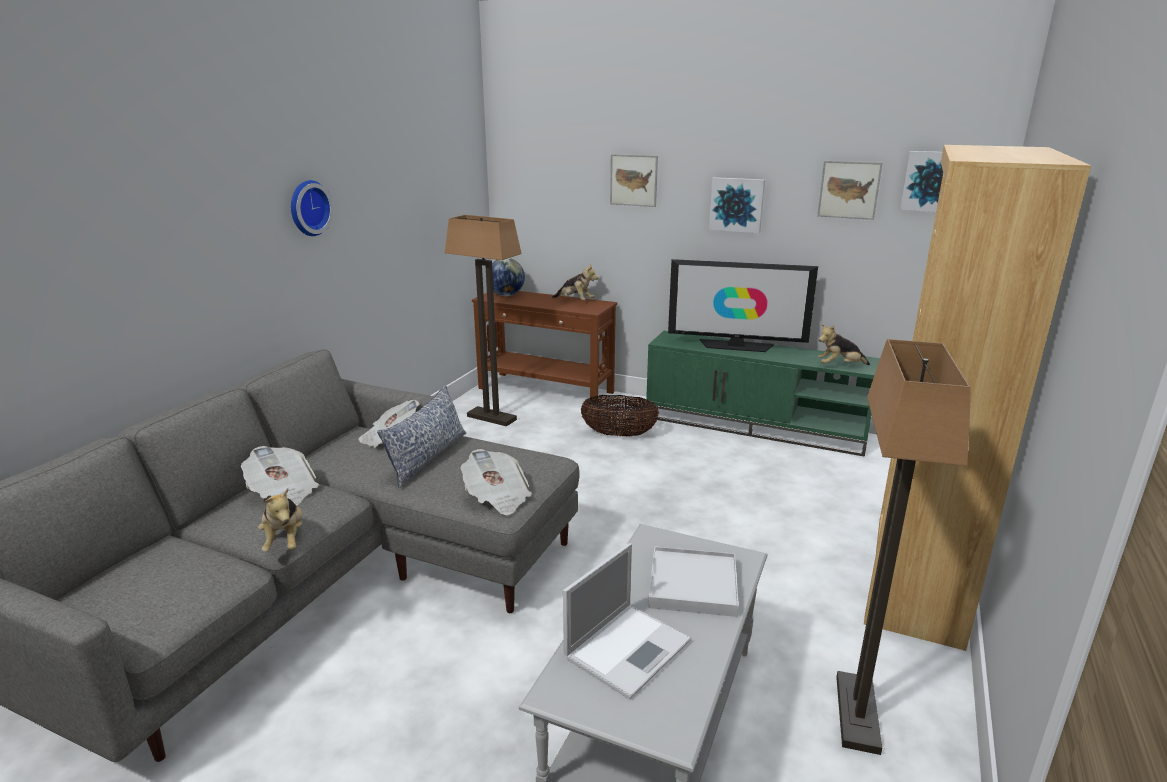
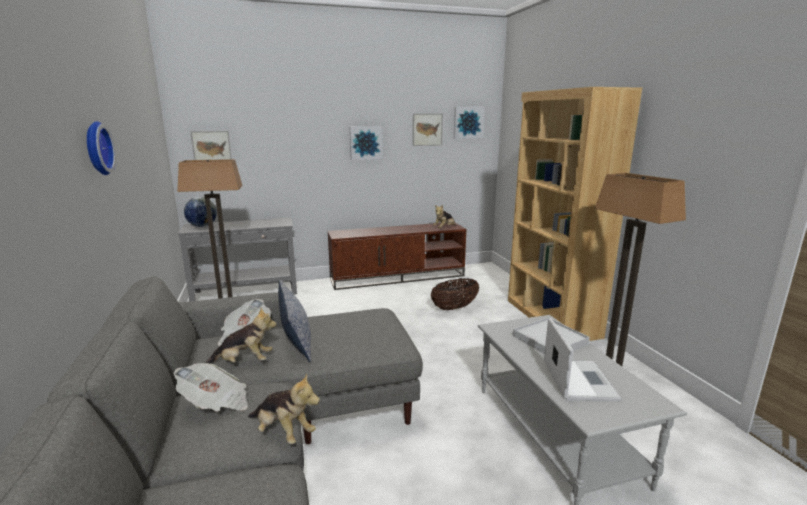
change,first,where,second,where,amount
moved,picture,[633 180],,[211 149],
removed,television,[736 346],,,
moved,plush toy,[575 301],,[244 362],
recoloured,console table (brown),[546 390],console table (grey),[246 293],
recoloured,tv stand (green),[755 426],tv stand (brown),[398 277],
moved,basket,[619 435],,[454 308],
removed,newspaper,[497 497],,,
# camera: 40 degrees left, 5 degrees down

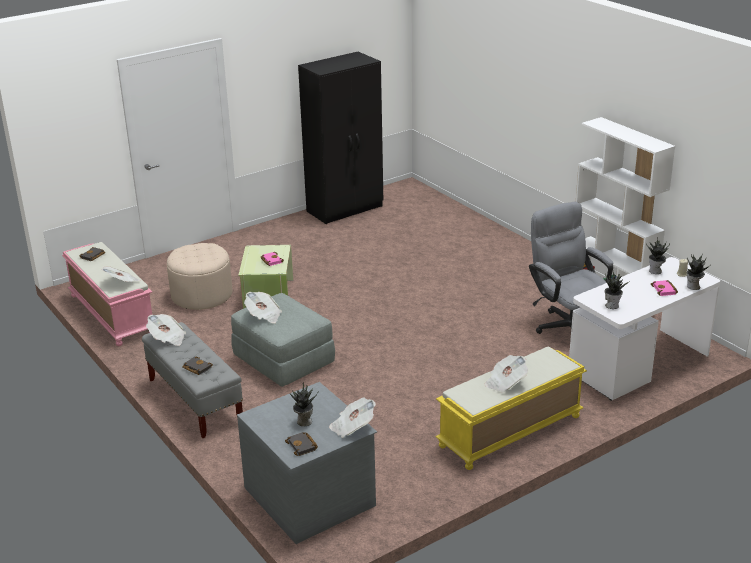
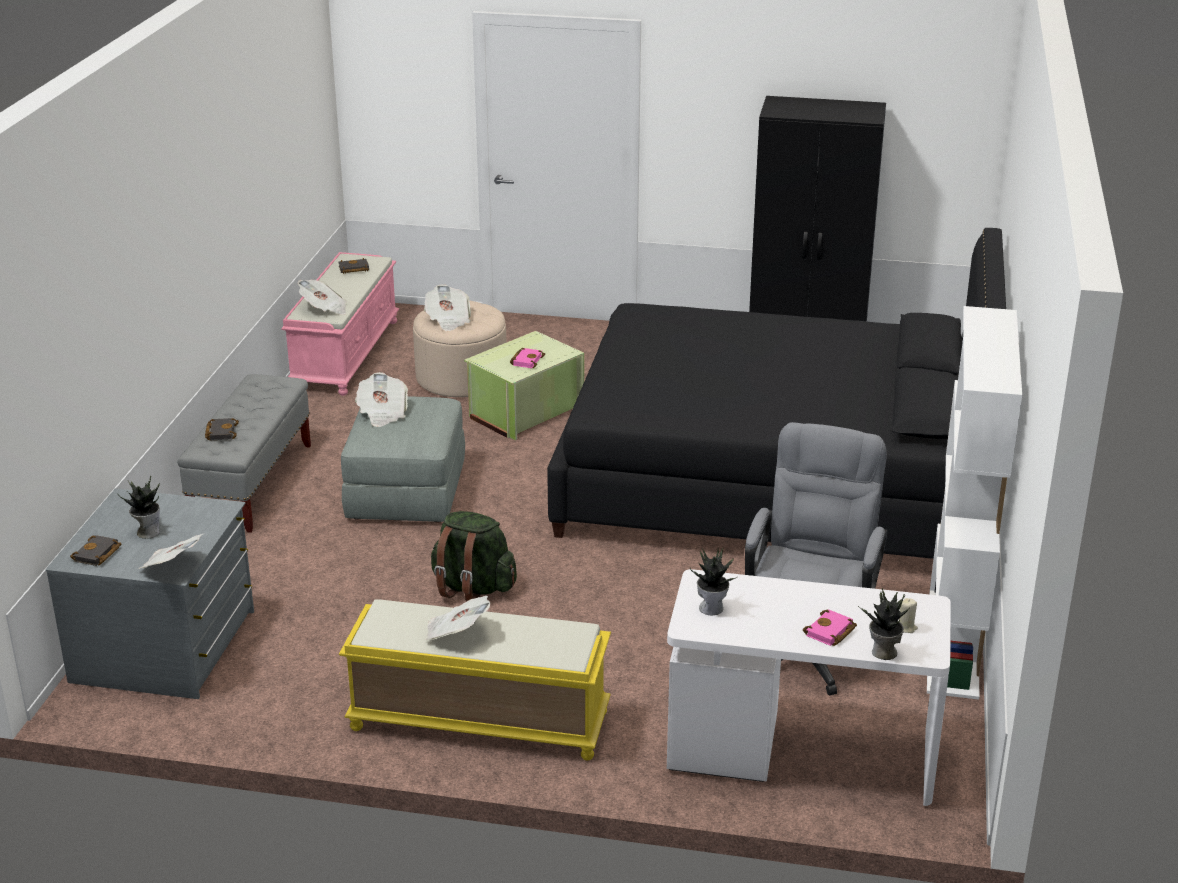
change,first,where,second,where,amount
removed,potted plant,[655 271],,,
moved,newspaper,[167 338],,[448 320],
added,,,bed (black),[773 483],
added,,,backpack (green),[472 588],
# camera: 45 degrees right, 0 degrees up

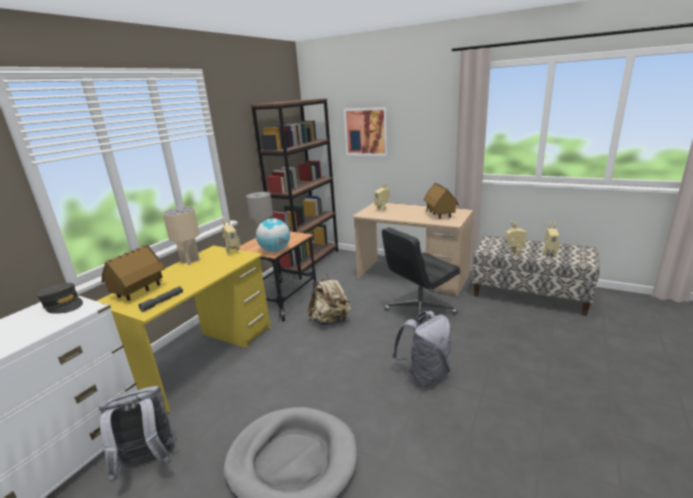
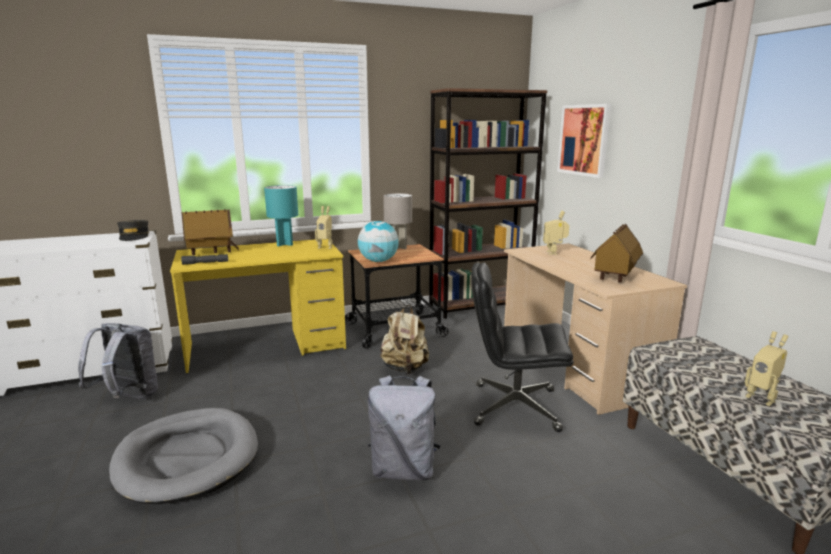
change,first,where,second,where,amount
recoloured,table lamp (beige),[190 261],table lamp (turquoise),[284 244],
removed,toy robot,[513 253],,,
# camera: 40 degrees right, 5 degrees down

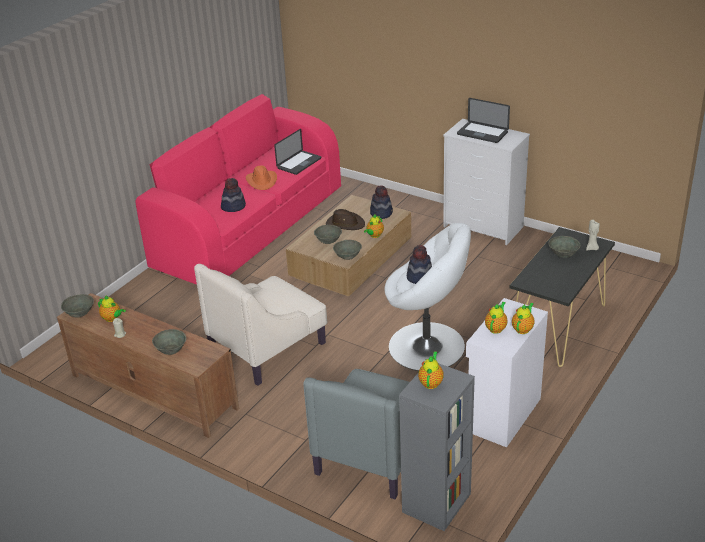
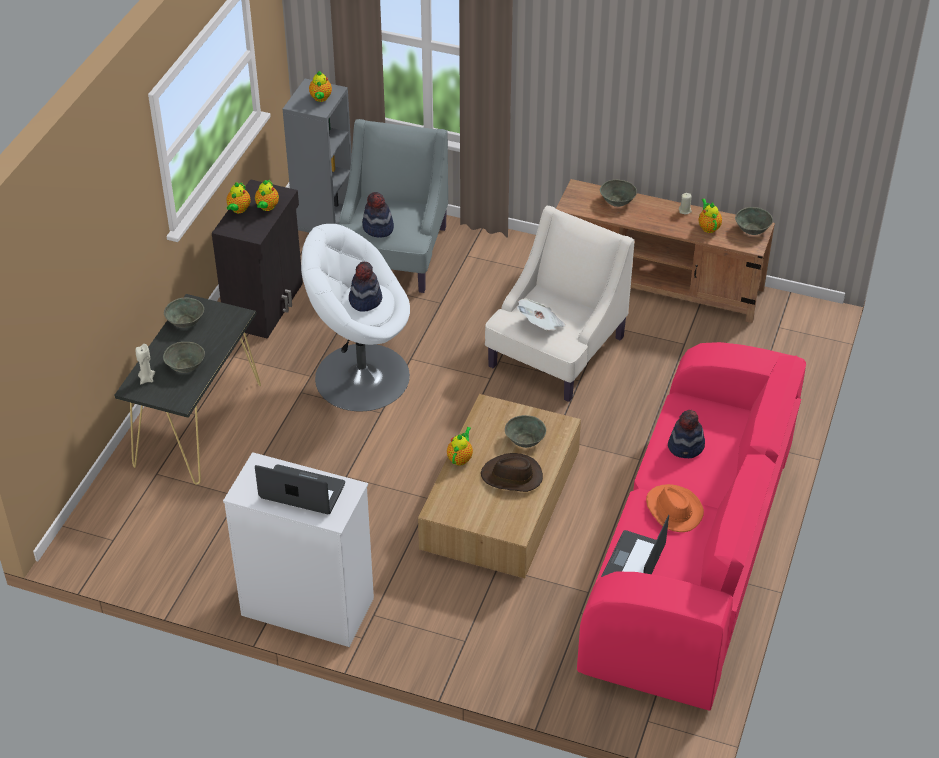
change,first,where,second,where,amount
moved,hat,[381 213],,[378 228],
moved,bowl (grey),[347 256],,[186 322],
turned,teapot,[112 318],,[708 227],60 degrees clockwise
recoloured,cabinet (white),[502 415],cabinet (black),[265 305],
added,,,newspaper,[540 325],
# camera: 165 degrees right, 10 degrees up

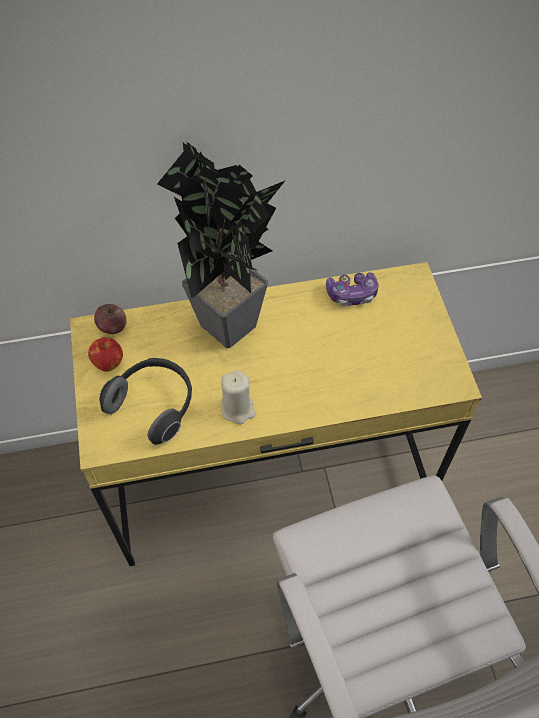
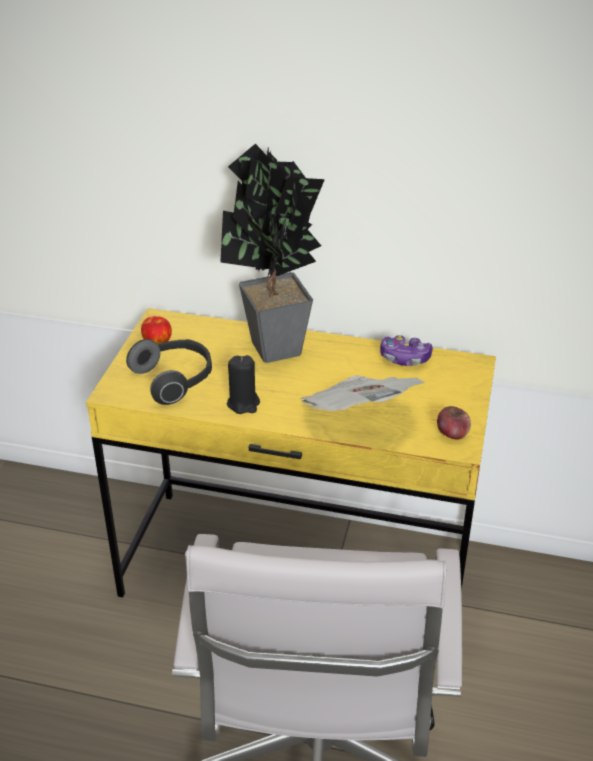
change,first,where,second,where,amount
moved,apple,[113 326],,[452 434],
recoloured,candle (beige),[238 409],candle (black),[243 403],
added,,,newspaper,[359 416],
# camera: 25 degrees right, 20 degrees down

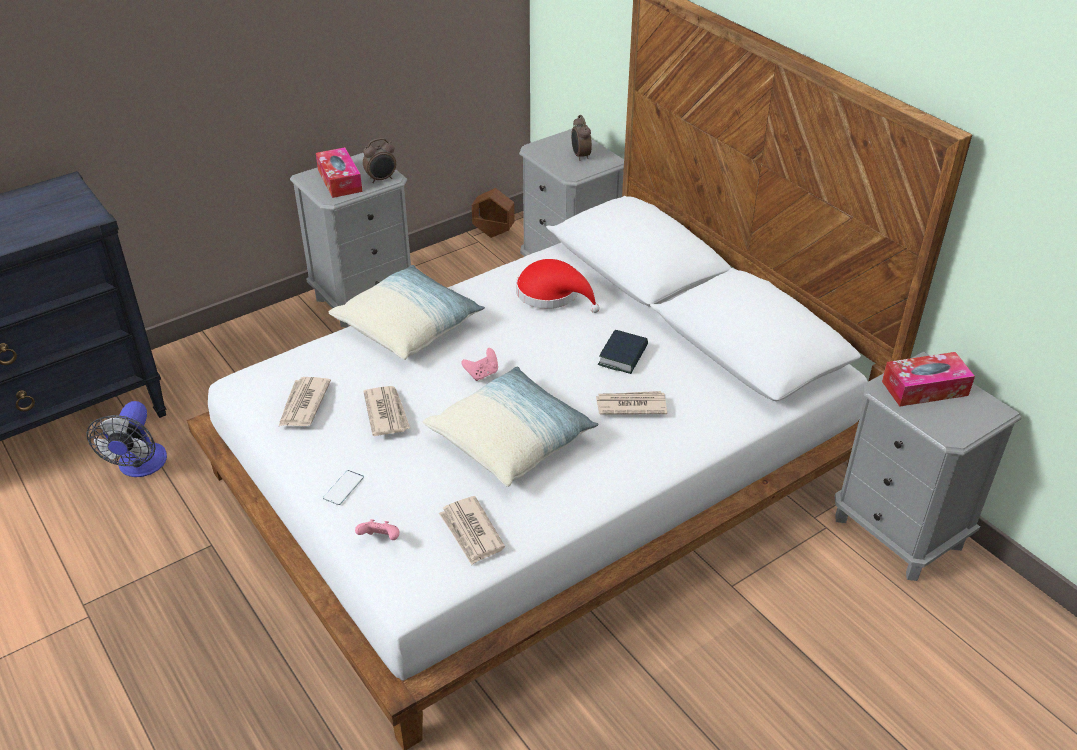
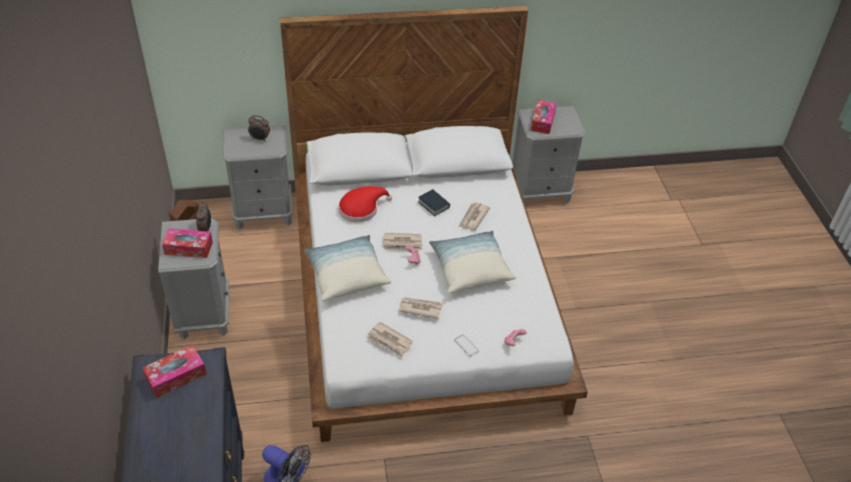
change,first,where,second,where,amount
moved,newspaper,[471 532],,[403 243],
added,,,tissue box,[176 376],
# camera: 65 degrees left, 5 degrees up

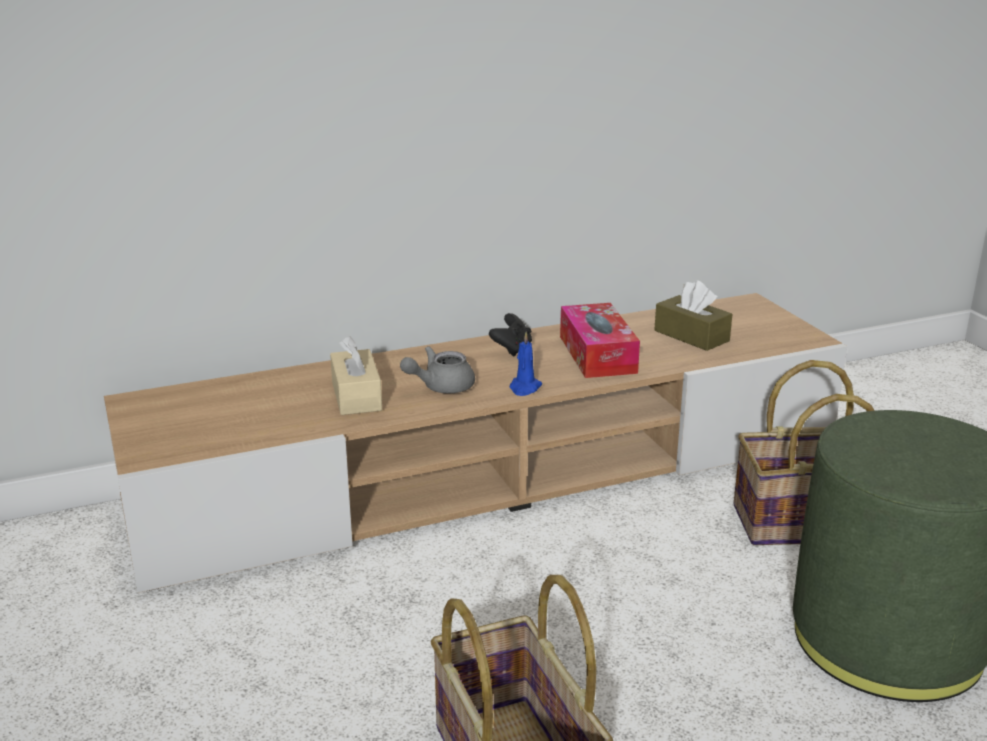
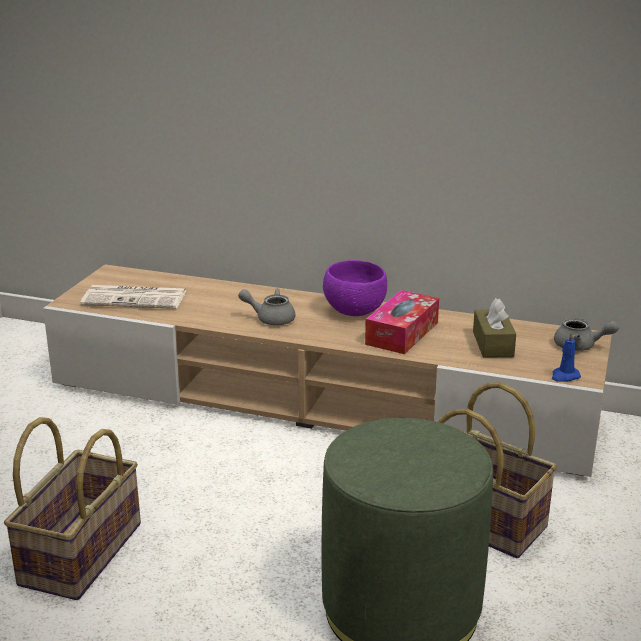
change,first,where,second,where,amount
replaced,game controller (black),[512 349],bowl (purple),[354 312],
moved,candle (blue),[524 388],,[564 376],
removed,tissue box (beige),[356 396],,,
added,,,newspaper,[136 298],
added,,,teapot (grey),[580 346],
# camera: 40 degrees right, 0 degrees up

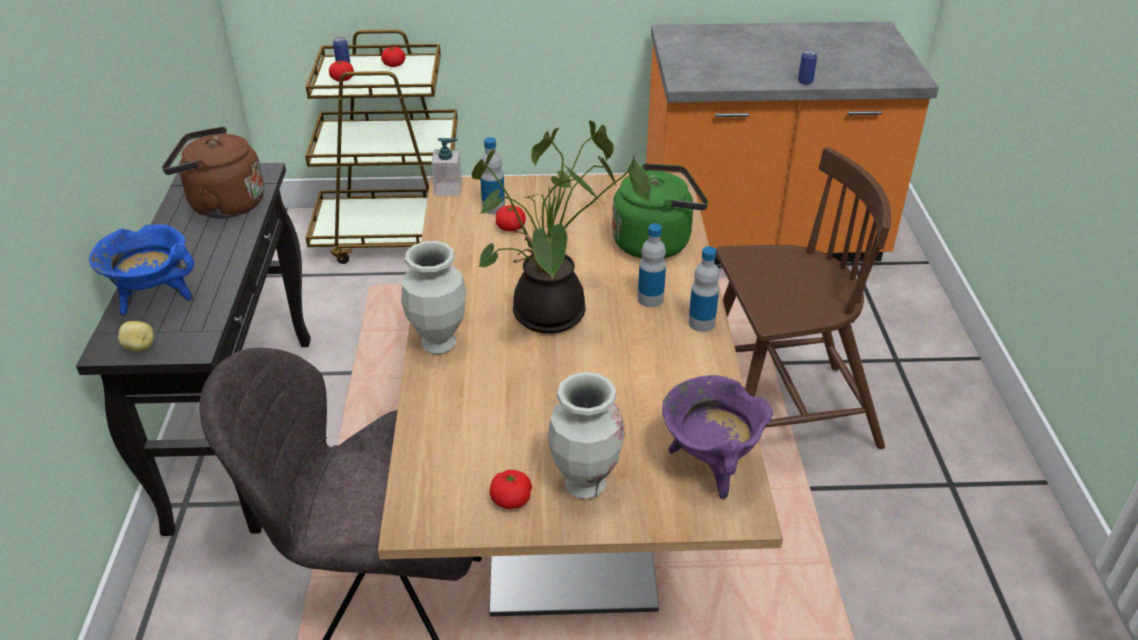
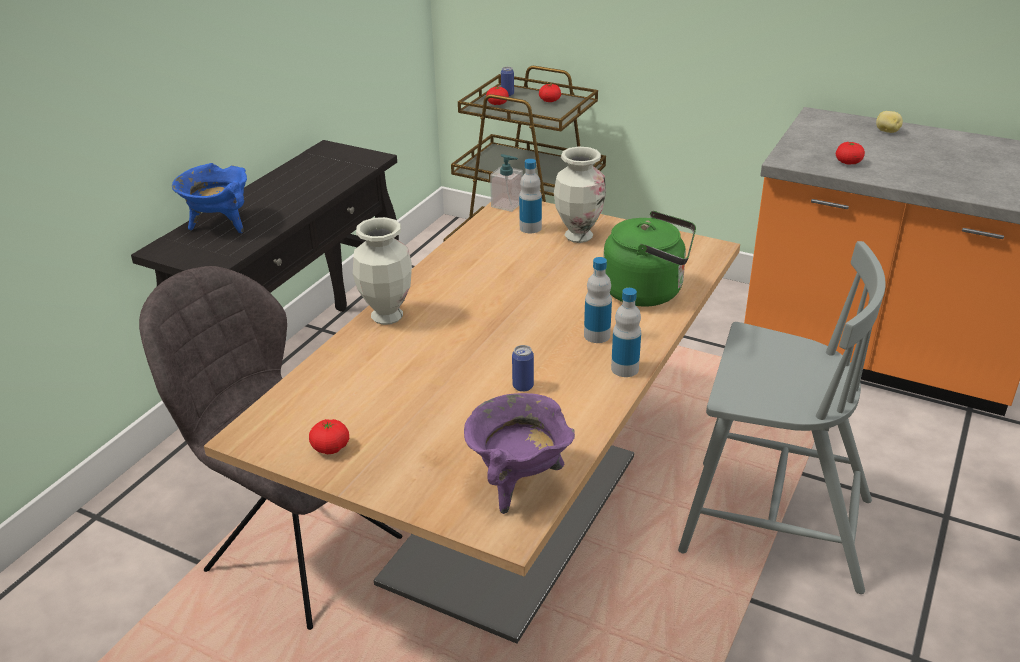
change,first,where,second,where,amount
moved,can,[805 82],,[523 386],
removed,potted plant,[551 318],,,
removed,kettle (brown),[222 205],,,
recoloured,chair (brown),[781 416],chair (grey),[772 523],
moved,tomato,[510 227],,[848 162],
moved,potato,[139 347],,[887 131],
moved,vase,[584 485],,[578 236],
# camera: 30 degrees right, 5 degrees down

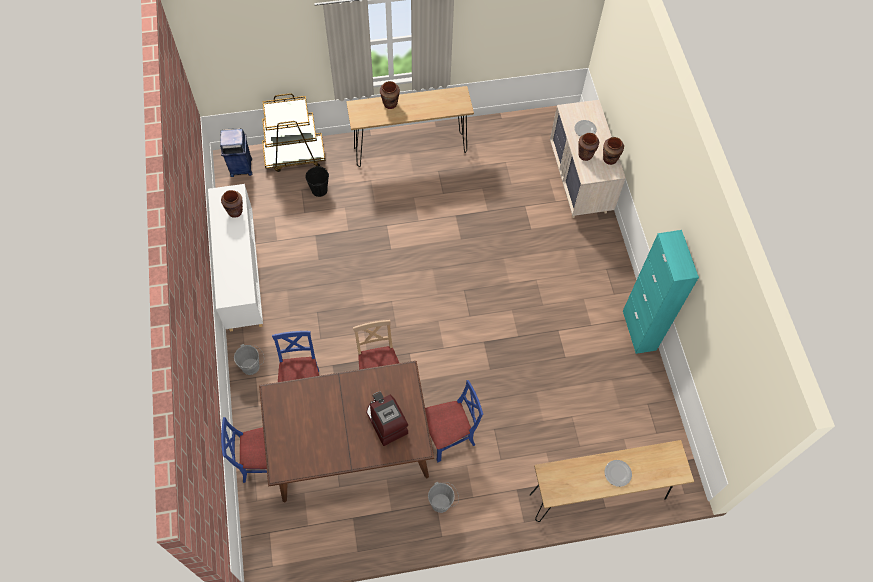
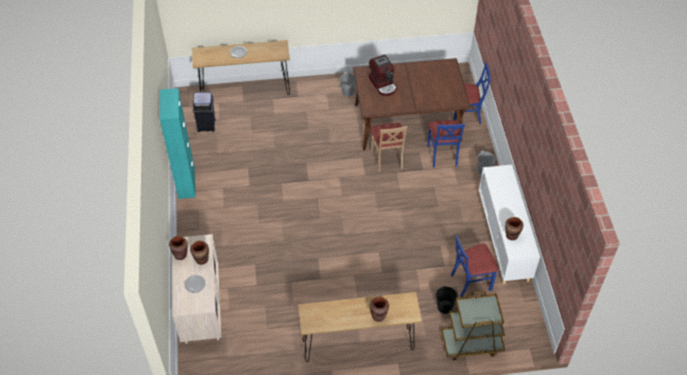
change,first,where,second,where,amount
moved,trash can (blue),[240 167],,[207 125],
moved,chair (blue),[449 437],,[471 281],
# camera: 175 degrees left, 10 degrees down

